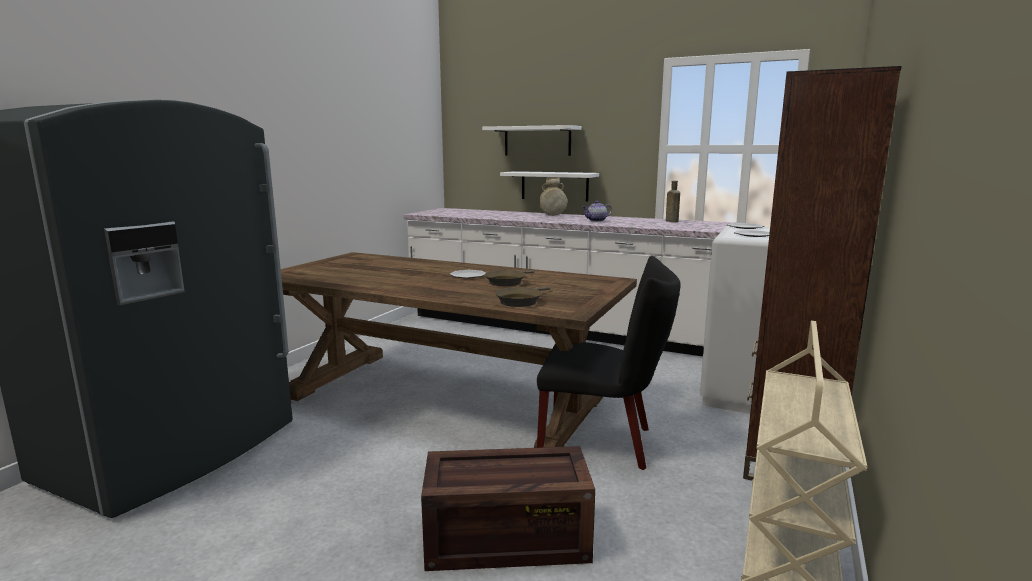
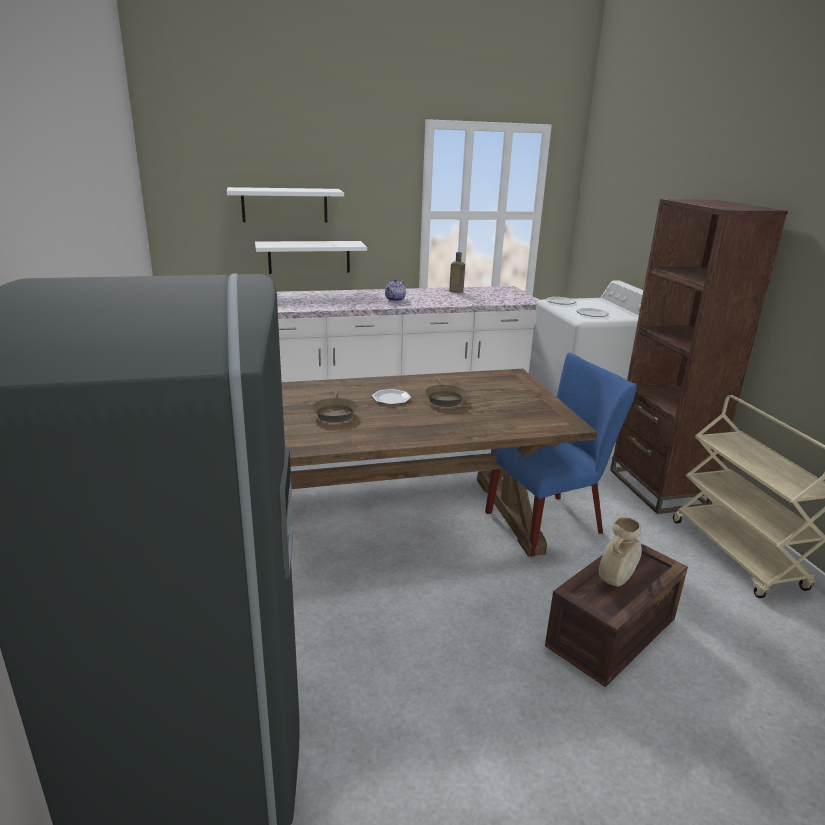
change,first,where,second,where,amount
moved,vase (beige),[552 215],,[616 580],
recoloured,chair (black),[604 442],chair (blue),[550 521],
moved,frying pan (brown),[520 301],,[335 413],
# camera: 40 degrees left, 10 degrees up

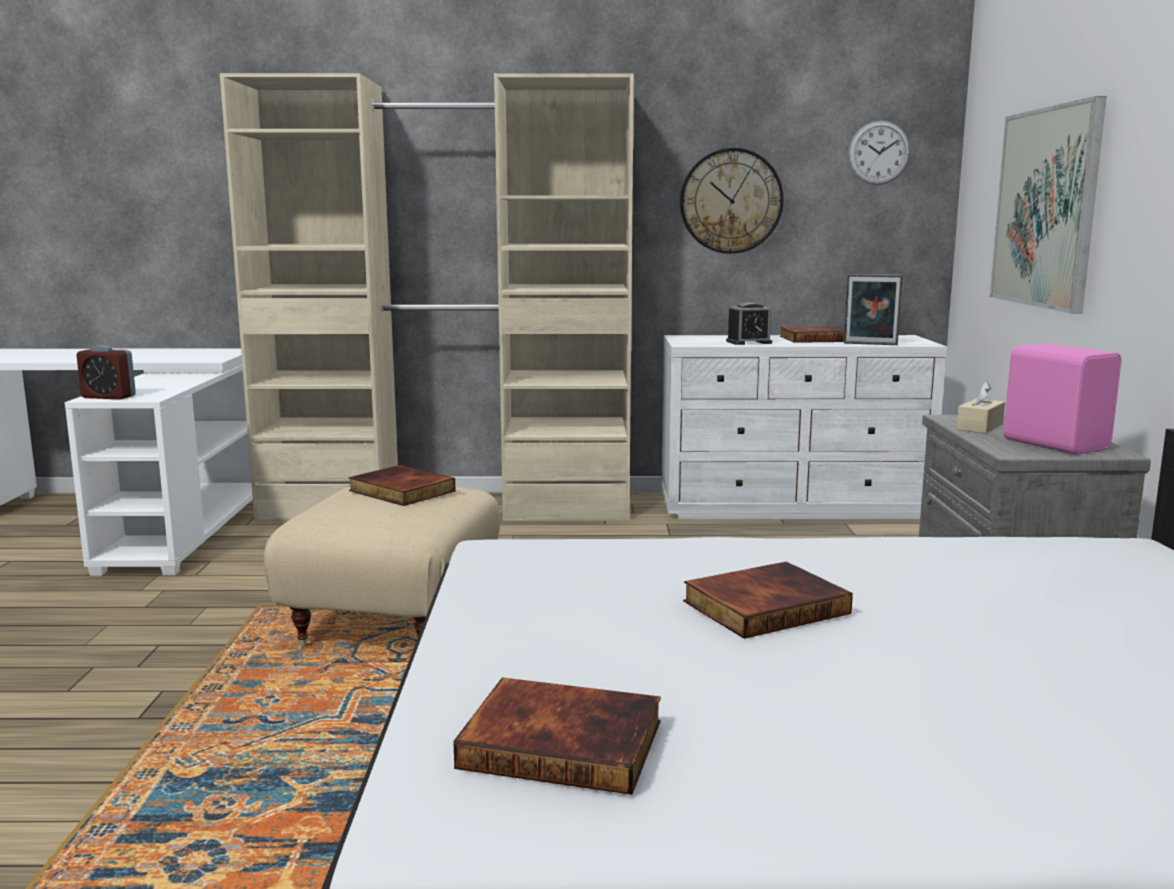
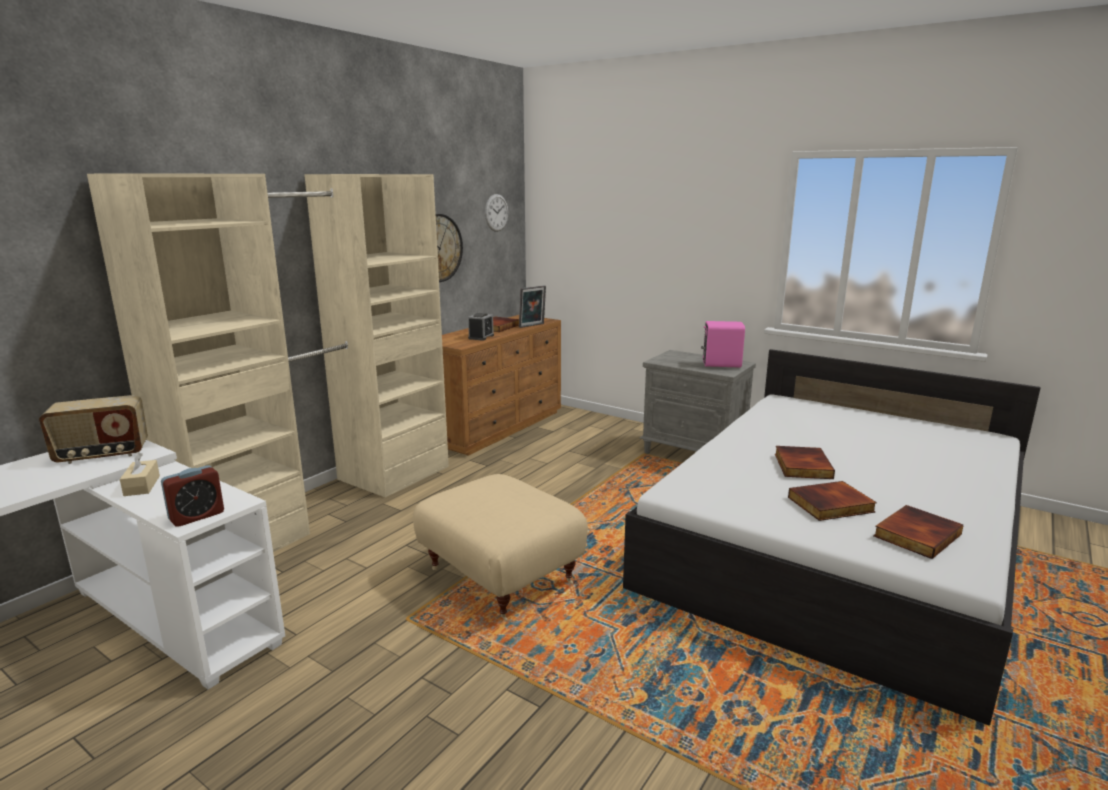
change,first,where,second,where,amount
removed,picture,[1046 208],,,
recoloured,dresser (white),[793 507],dresser (brown),[497 427],
moved,tissue box (beige),[979 427],,[142 486],
moved,book,[400 491],,[831 505],
added,,,radio,[102 455],
# camera: 55 degrees left, 5 degrees up

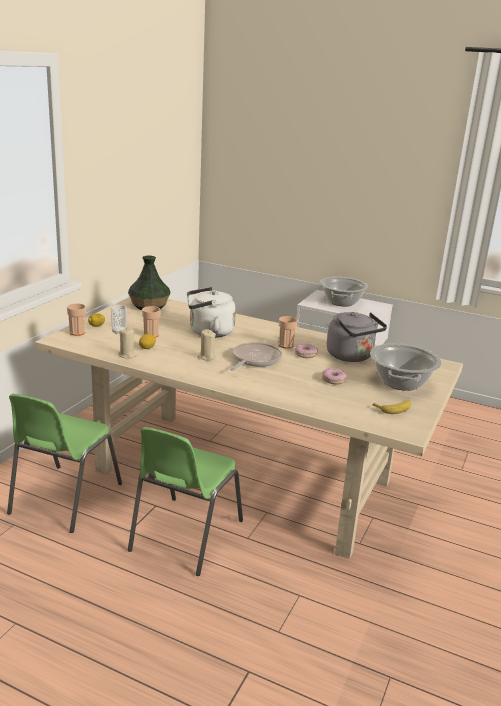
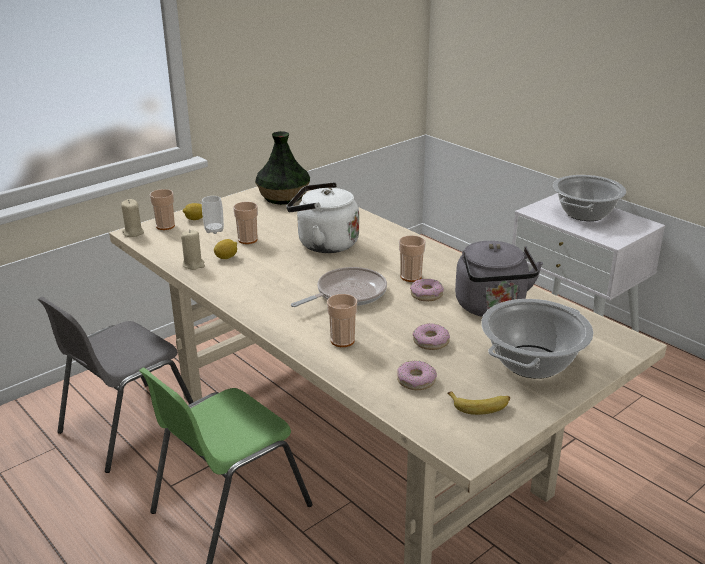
change,first,where,second,where,amount
moved,candle (beige),[206 357],,[133 233],
recoloured,chair (green),[64 499],chair (grey),[127 427],
added,,,cup,[342 340],
added,,,donut,[416 381],
# camera: 25 degrees right, 5 degrees up

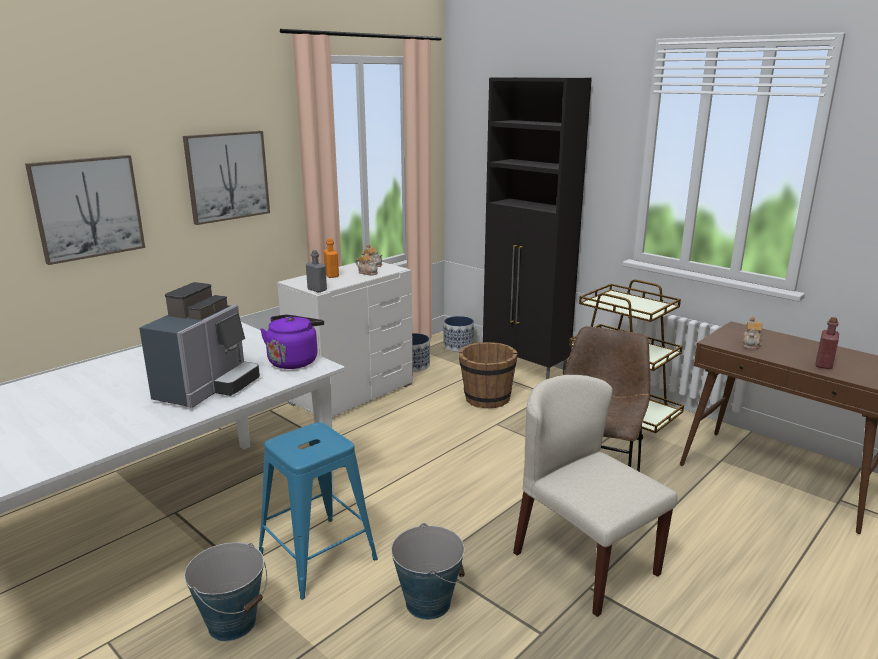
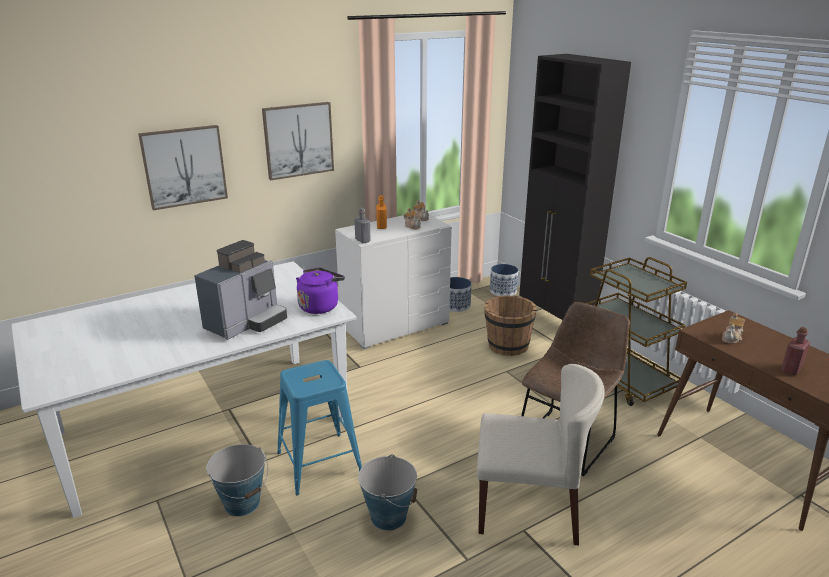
change,first,where,second,where,amount
turned,chair (beige),[584 563],,[528 508],120 degrees clockwise
# camera: 15 degrees right, 5 degrees up

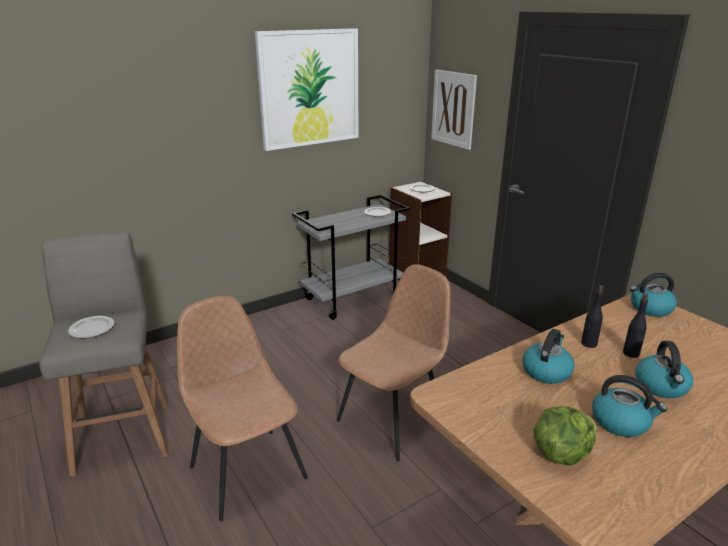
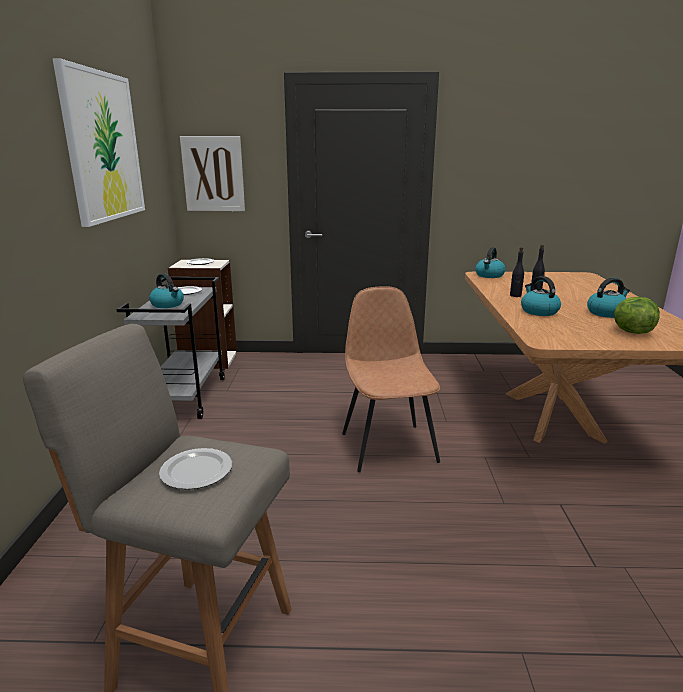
change,first,where,second,where,amount
removed,chair (brown),[247 470],,,
moved,kettle,[661 386],,[168 304],
# camera: 55 degrees left, 5 degrees down

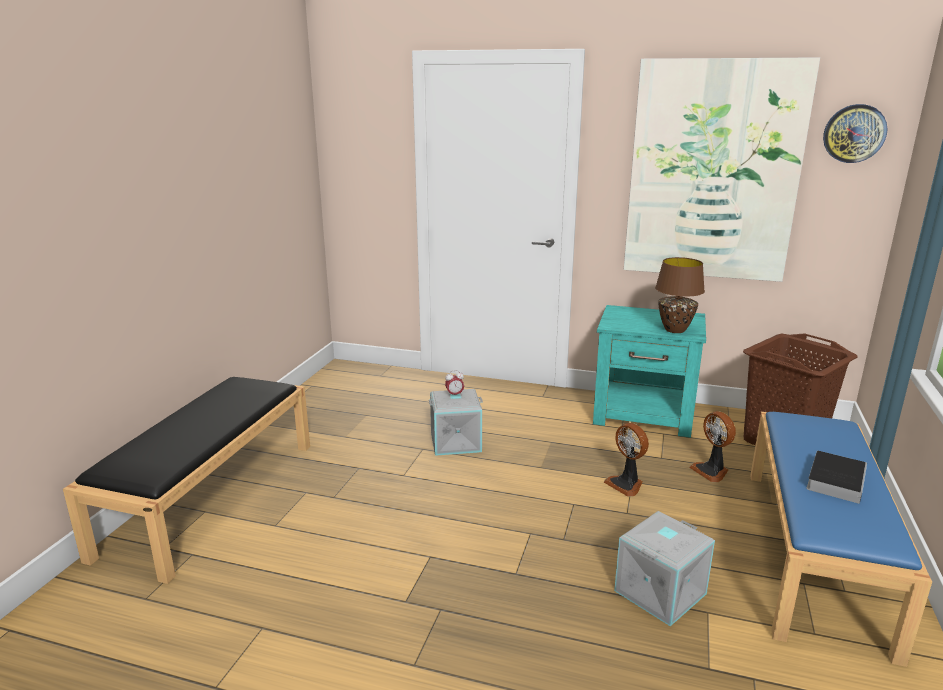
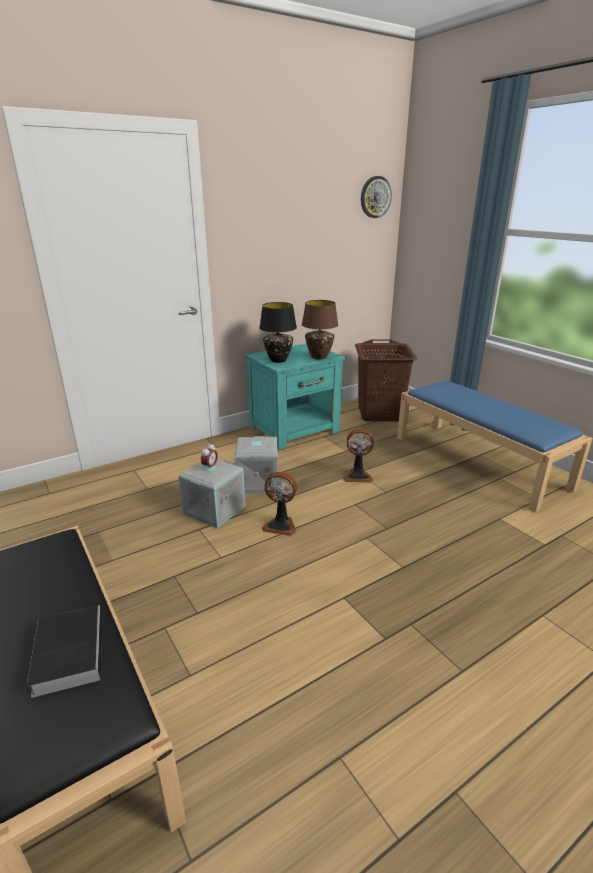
change,first,where,second,where,amount
removed,picture,[713 172],,,
moved,fan,[711 471],,[281 525],
moved,book,[835 479],,[69 651],
moved,storage box (grey),[659 591],,[257 482],
added,,,table lamp (black),[278 360],
# camera: 50 degrees left, 5 degrees up

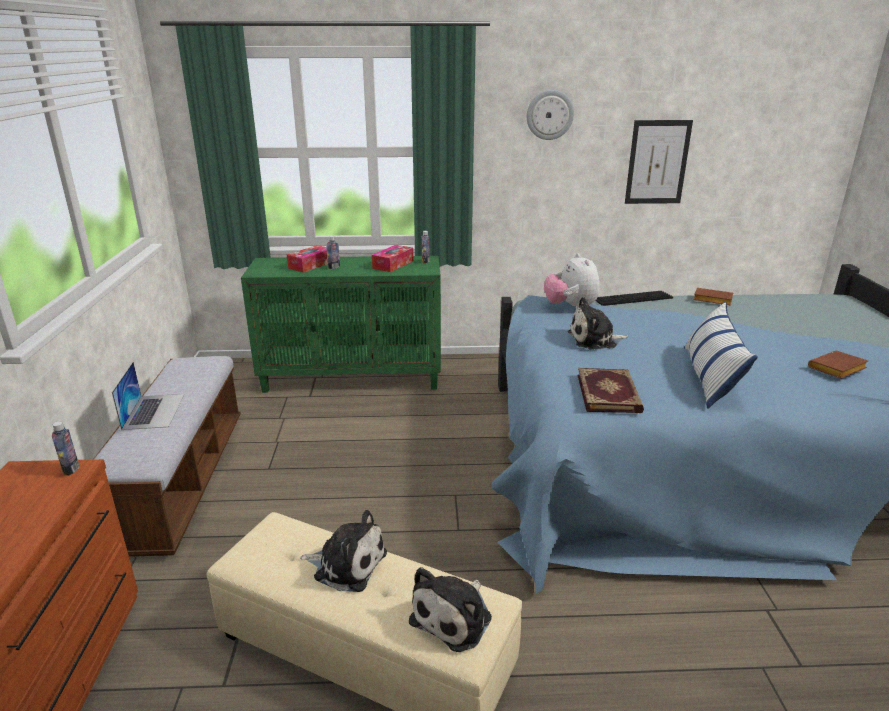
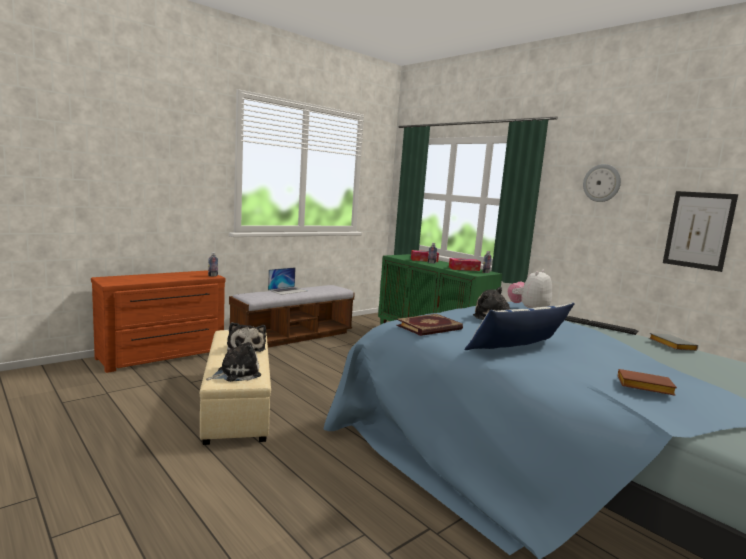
change,first,where,second,where,amount
recoloured,book (brown),[711 300],book (grey),[670 345],
turned,plush toy,[454 617],,[236 373],150 degrees clockwise
# camera: 50 degrees right, 15 degrees down

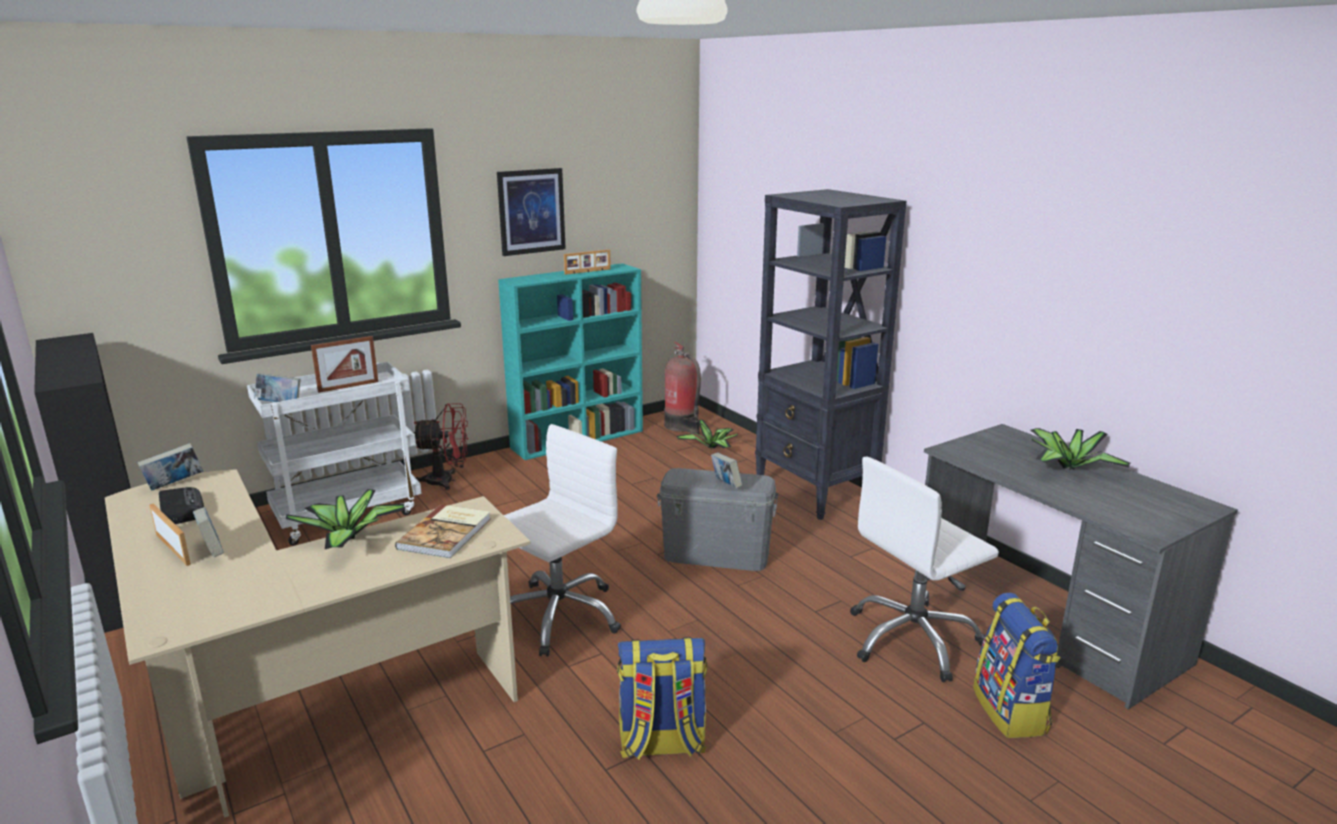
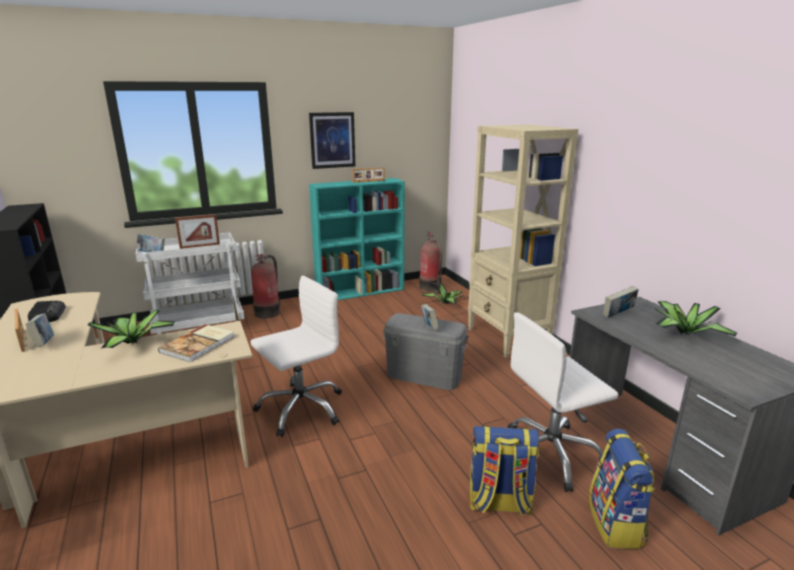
change,first,where,second,where,amount
recoloured,bookcase (black),[815 492],bookcase (beige),[508 338],
replaced,fan (red),[447 481],fire extinguisher,[268 312],
moved,book,[175 485],,[618 315],
moved,backpack,[661 744],,[499 503],
# camera: 10 degrees right, 0 degrees up

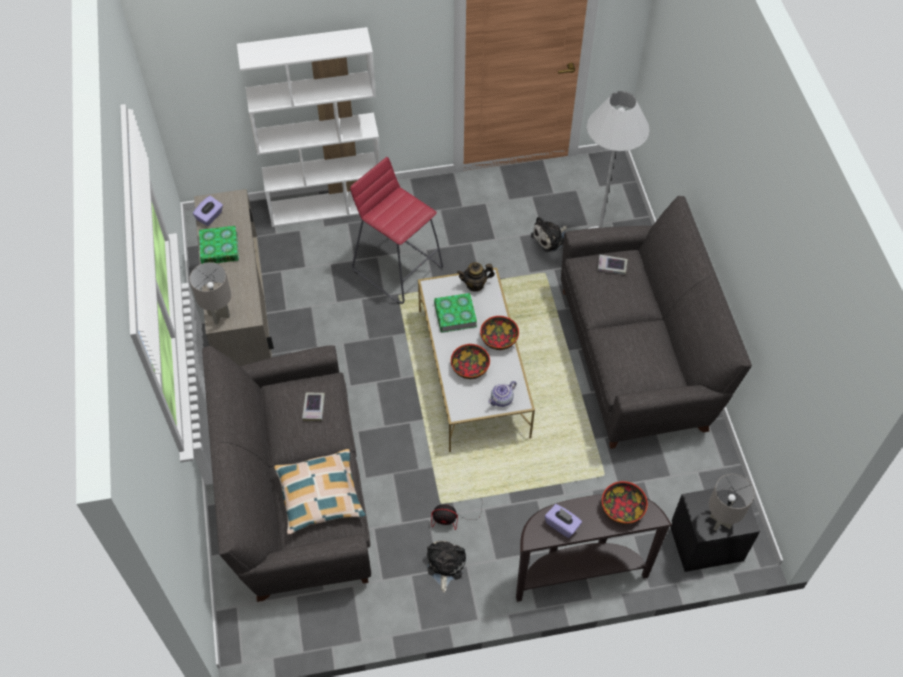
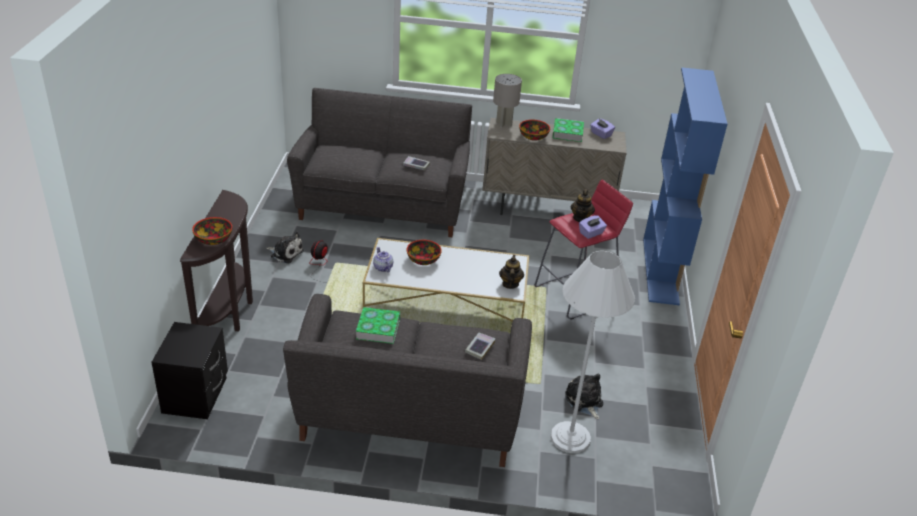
change,first,where,second,where,amount
recoloured,bookcase (white),[326 206],bookcase (blue),[661 271],
moved,book,[455 315],,[378 328],
moved,bowl,[498 339],,[533 136],
removed,pillow,[320 495],,,
removed,table lamp (grey),[719 521],,,
moved,tissue box (purple),[562 525],,[591 233],
added,,,teapot,[581 218],
# camera: 105 degrees right, 20 degrees down

